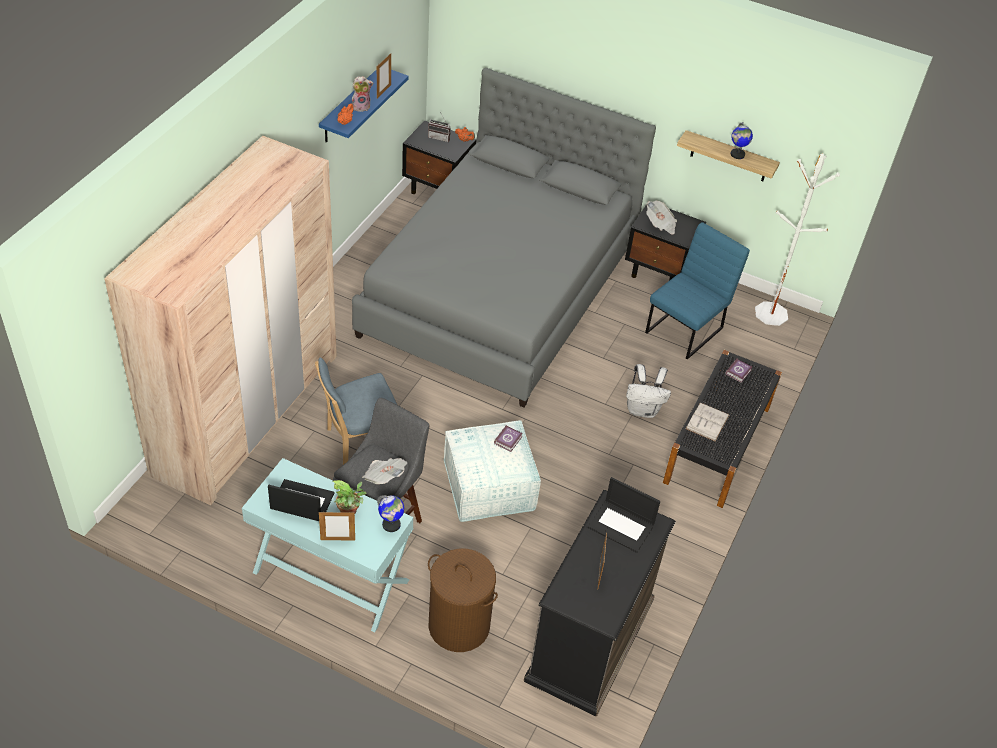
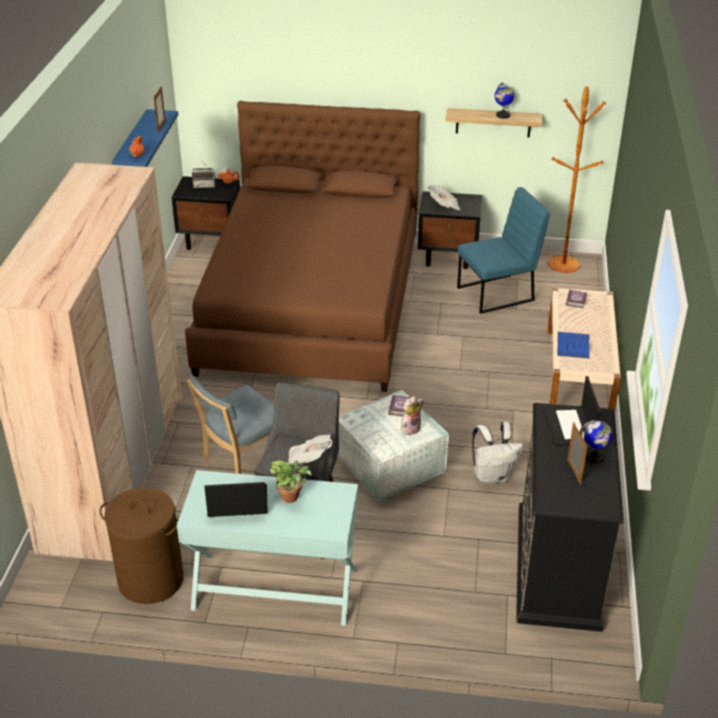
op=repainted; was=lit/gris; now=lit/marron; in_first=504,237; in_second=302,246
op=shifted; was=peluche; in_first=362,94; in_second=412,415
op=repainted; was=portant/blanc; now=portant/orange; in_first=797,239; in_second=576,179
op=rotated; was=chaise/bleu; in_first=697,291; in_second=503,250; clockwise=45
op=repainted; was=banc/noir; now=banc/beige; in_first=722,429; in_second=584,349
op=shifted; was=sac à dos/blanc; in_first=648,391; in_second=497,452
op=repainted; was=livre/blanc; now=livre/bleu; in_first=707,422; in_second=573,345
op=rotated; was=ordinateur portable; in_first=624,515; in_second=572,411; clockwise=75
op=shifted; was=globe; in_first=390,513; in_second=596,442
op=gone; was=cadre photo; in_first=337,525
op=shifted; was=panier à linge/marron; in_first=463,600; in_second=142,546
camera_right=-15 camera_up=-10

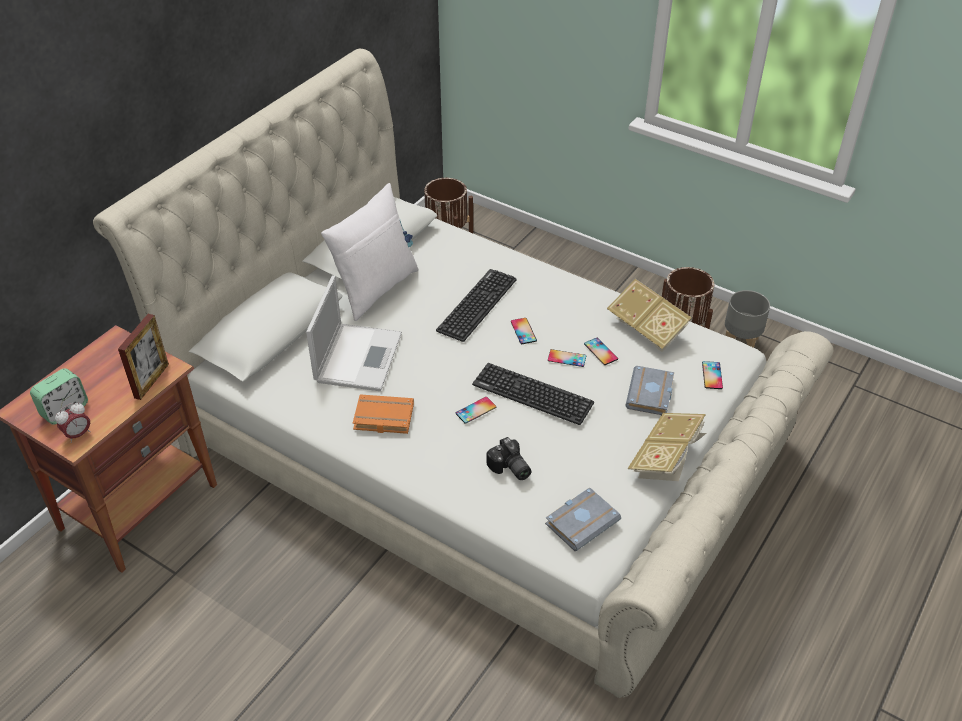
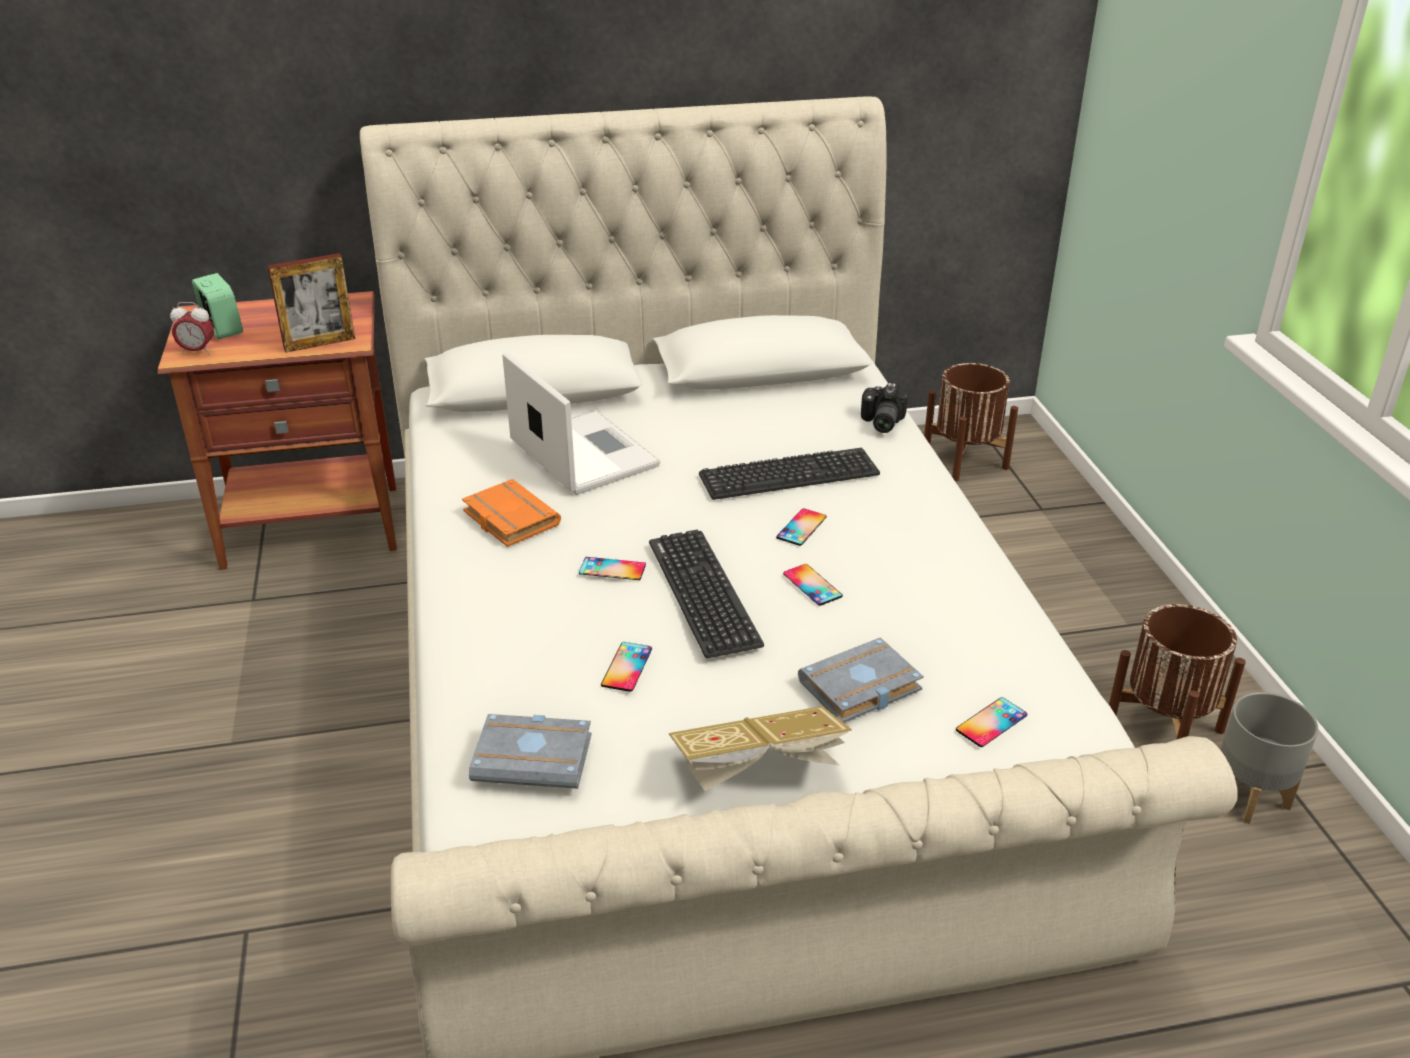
op=gone; was=coussin/blanc; in_first=369,252
op=rotated; was=ordinateur portable; in_first=354,333; in_second=581,423; clockwise=-90
op=gone; was=livre; in_first=649,315
op=shifted; was=téléphone; in_first=601,351; in_second=626,667
op=rotated; was=réveil; in_first=59,396; in_second=217,306; clockwise=-120
op=shifted; was=appareil photo; in_first=509,458; in_second=884,408
camera_right=45 camera_up=-10

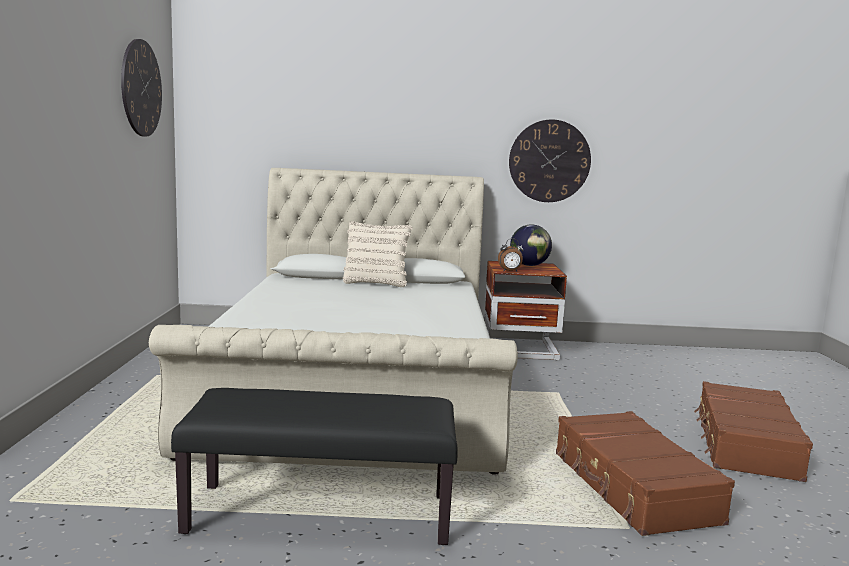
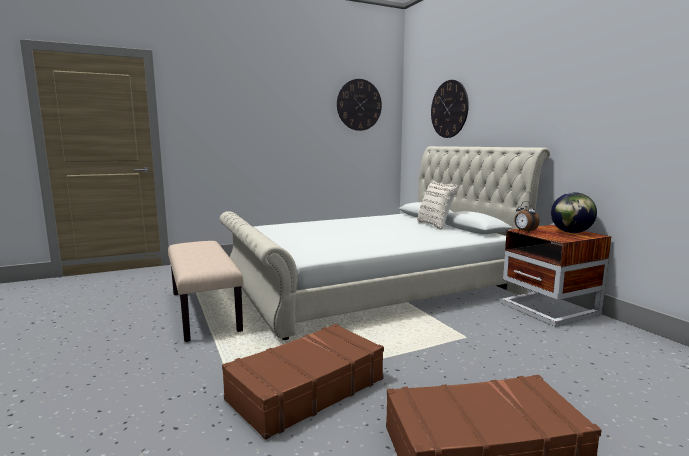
op=shifted; was=horloge murale; in_first=550,160; in_second=450,109
op=repainted; was=banc/noir; now=banc/beige; in_first=314,466; in_second=205,291
camera_right=65 camera_up=0

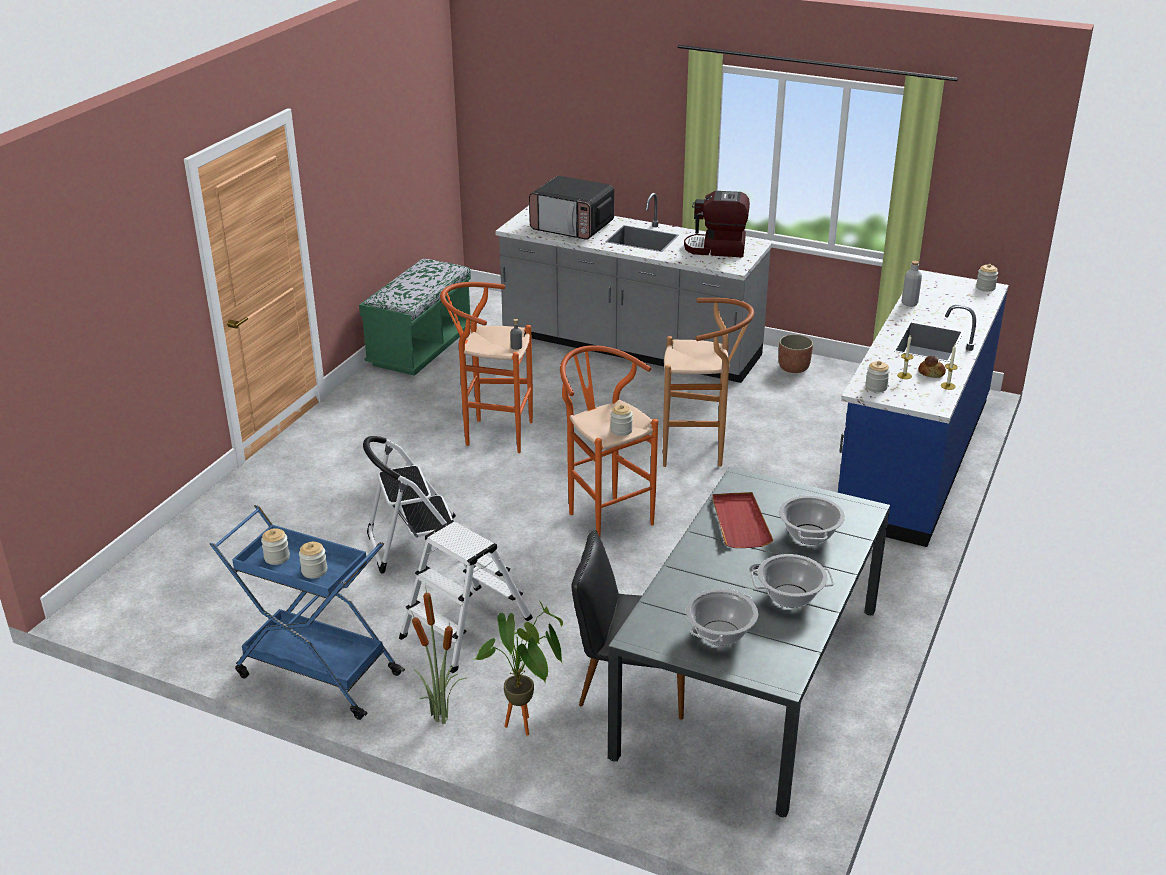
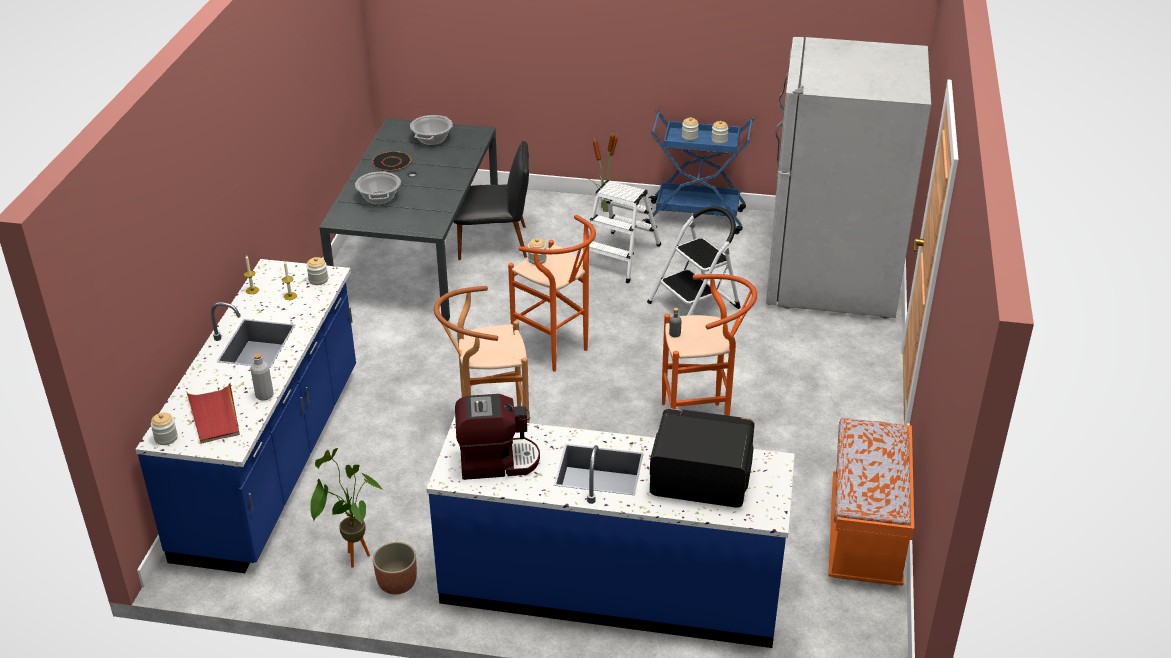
op=repainted; was=comptoir de cuisine/gris; now=comptoir de cuisine/bleu; in_first=633,288; in_second=610,532
op=repainted; was=banc/vert; now=banc/orange; in_first=415,317; in_second=871,502
op=gone; was=pain; in_first=932,367
op=shifted; was=plateau/rouge; in_first=742,520; in_second=213,413
op=swapped; was=marmite; now=assiette/noir; in_first=792,581; in_second=391,161
op=shifted; was=plante en pot; in_first=518,669; in_second=346,508
op=new; now=réfrigérateur/blanc; in_second=848,178
camera_right=165 camera_up=5

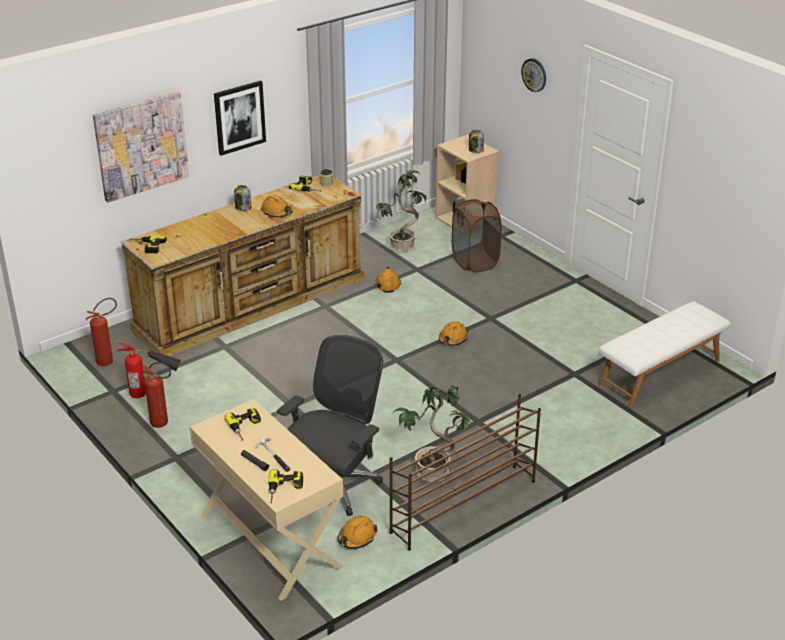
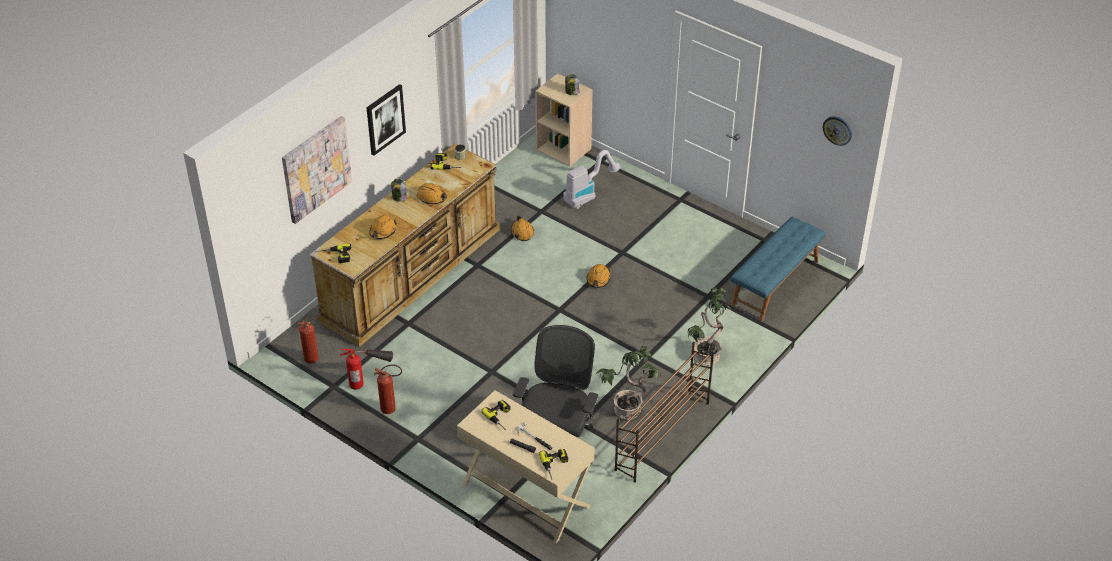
op=shifted; was=horloge murale; in_first=533,75; in_second=837,131
op=shifted; was=plante en pot; in_first=401,211; in_second=709,326
op=swapped; was=panier à linge/marron; now=aspirateur; in_first=477,236; in_second=591,179
op=repainted; was=banc/blanc; now=banc/bleu; in_first=664,354; in_second=778,269
op=shifted; was=casque de chantier/orange; in_first=358,532; in_second=383,227
camera_right=-15 camera_up=10

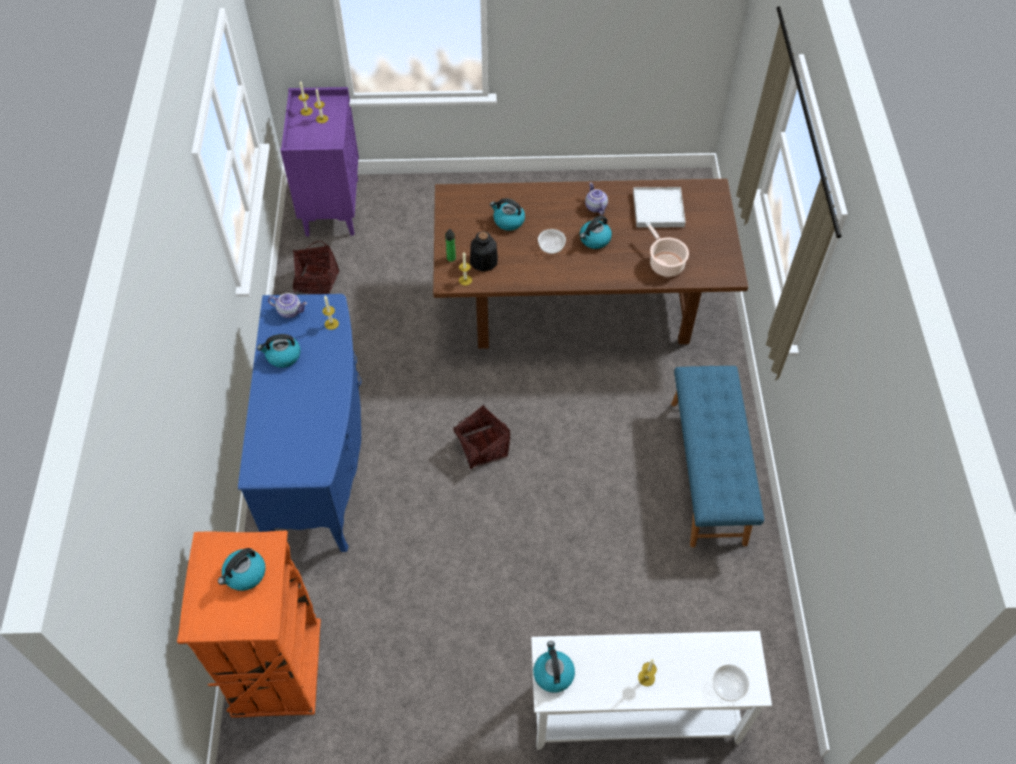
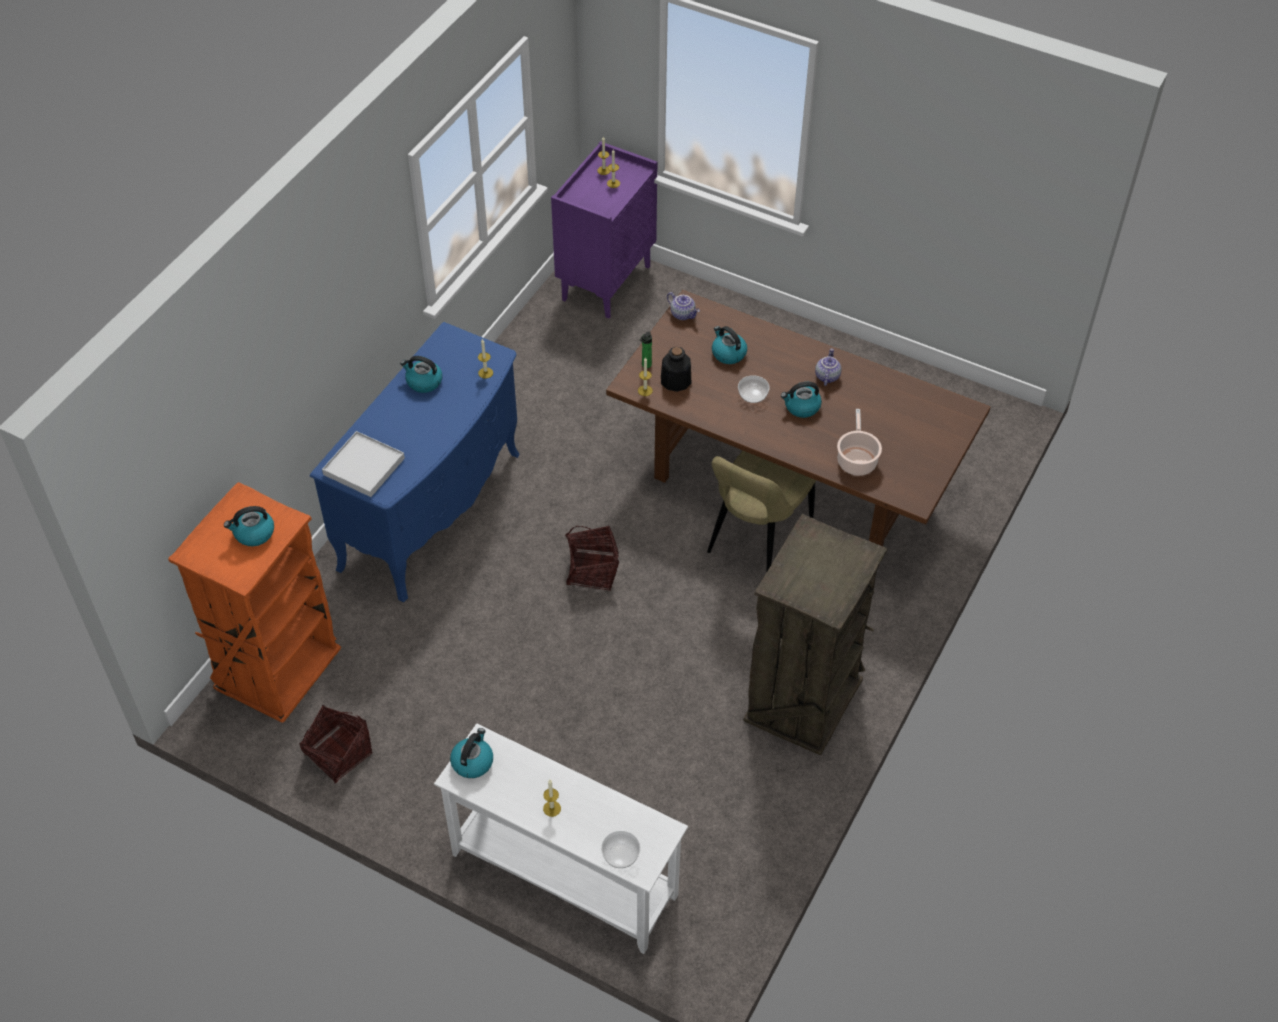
op=shifted; was=plateau/blanc; in_first=659,207; in_second=363,464
op=shifted; was=panier; in_first=316,267; in_second=335,744
op=shifted; was=théière; in_first=287,305; in_second=683,306
op=swapped; was=banc/bleu; now=bibliothèque/marron; in_first=717,457; in_second=815,634
op=new; now=chaise/beige; in_second=761,511
camera_right=30 camera_up=-5

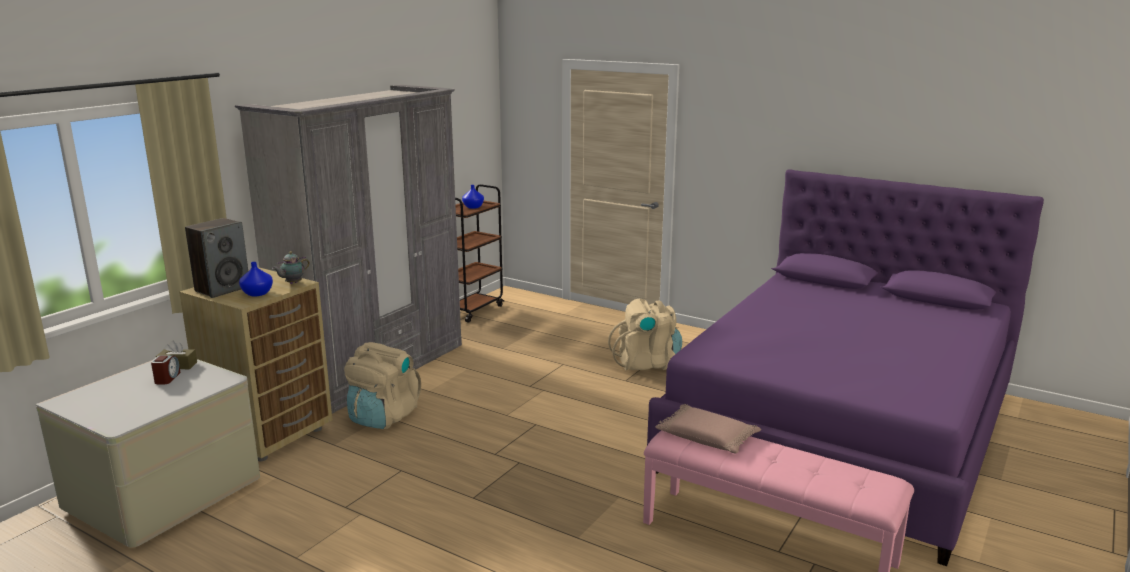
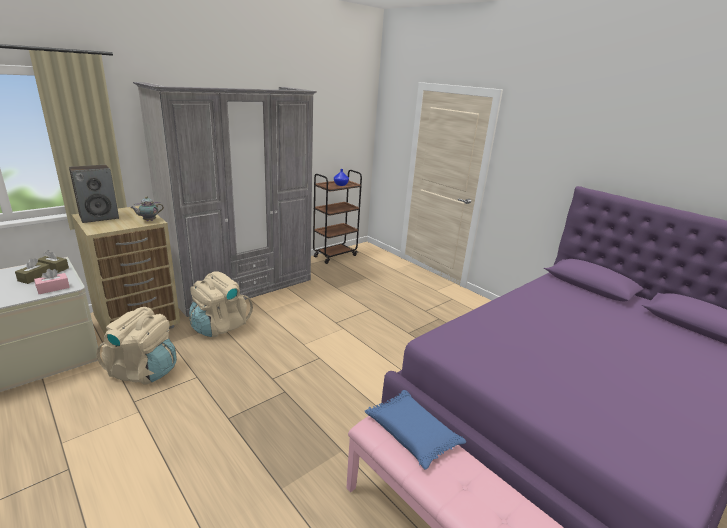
op=gone; was=vase/bleu; in_first=256,279
op=shifted; was=sac à dos/beige; in_first=645,334; in_second=136,346
op=swapped; was=réveil; now=boîte à mouchoirs/marron; in_first=165,369; in_second=32,271
op=repainted; was=coussin/beige; now=coussin/bleu; in_first=708,429; in_second=415,430
op=new; now=boîte à mouchoirs/rose; in_second=52,281
camera_right=15 camera_up=5

